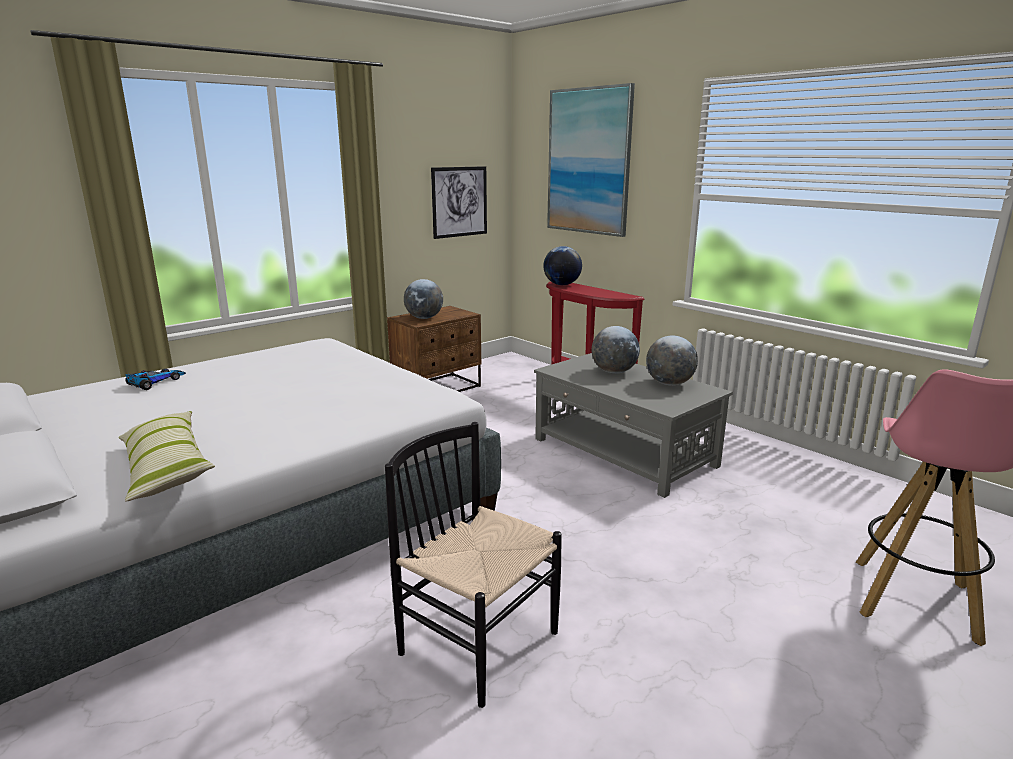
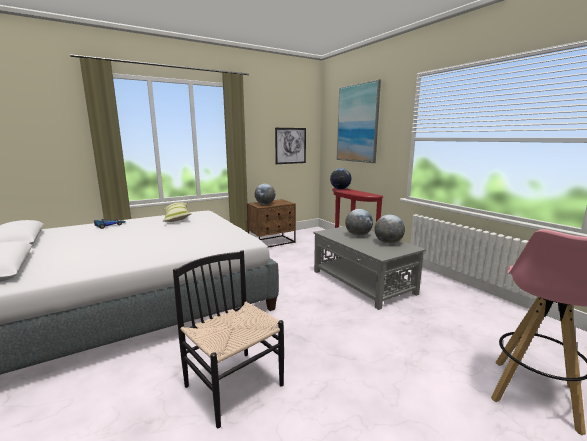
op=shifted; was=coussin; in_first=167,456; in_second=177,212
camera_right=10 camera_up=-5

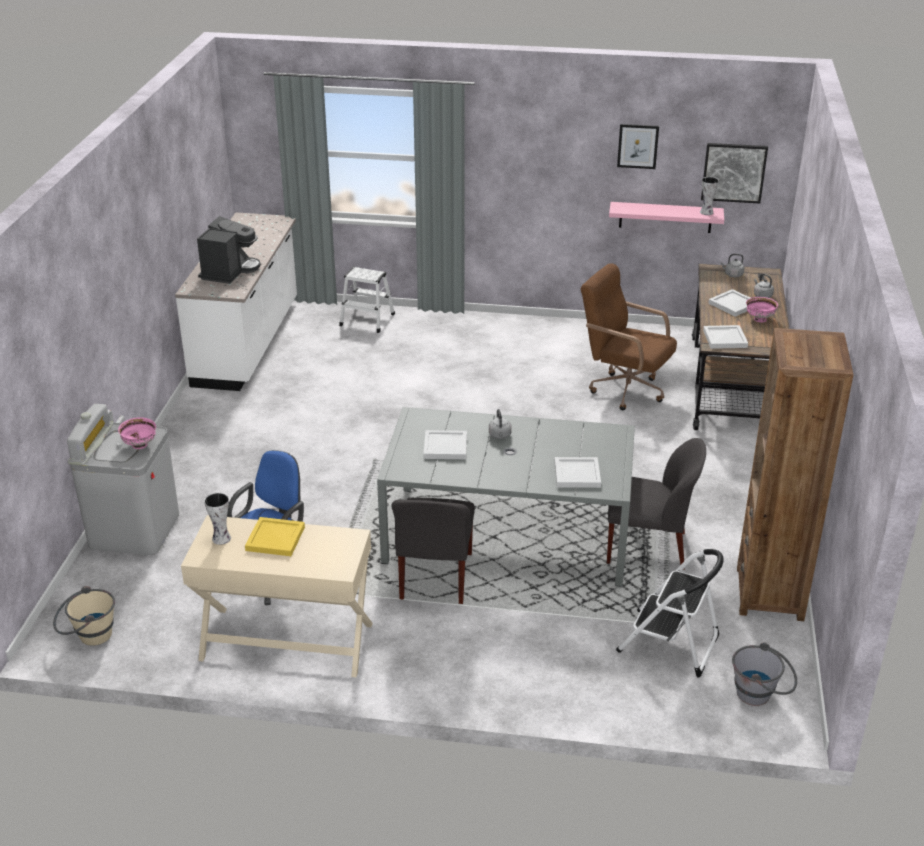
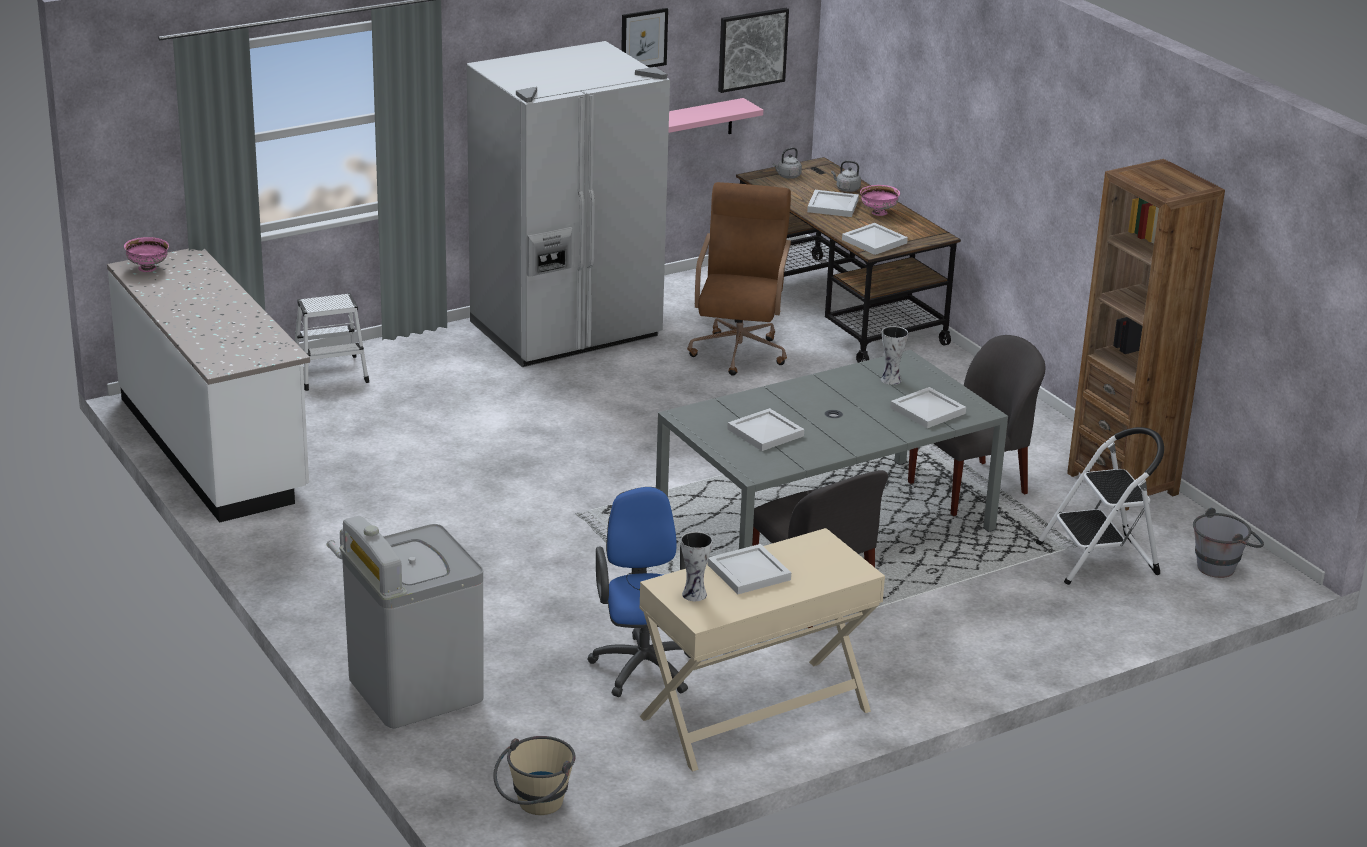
op=shifted; was=vase; in_first=709,196; in_second=894,355
op=gone; was=machine à café; in_first=229,250
op=rotated; was=chaise de bureau/marron; in_first=629,336; in_second=739,279; clockwise=105
op=gone; was=bouilloire/gris; in_first=500,424
op=shifted; was=bol/rose; in_first=137,433; in_second=146,254
op=repainted; was=plateau/jaune; now=plateau/blanc; in_first=275,536; in_second=749,569
op=new; now=réfrigérateur/blanc; in_second=568,204
camera_right=-40 camera_up=-5

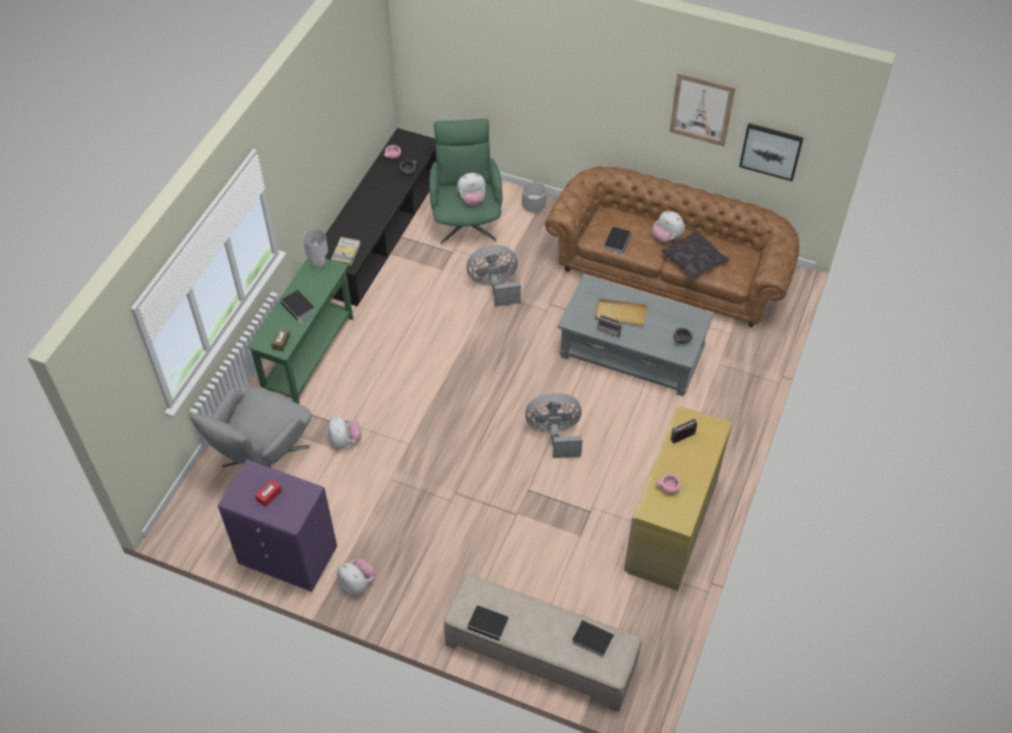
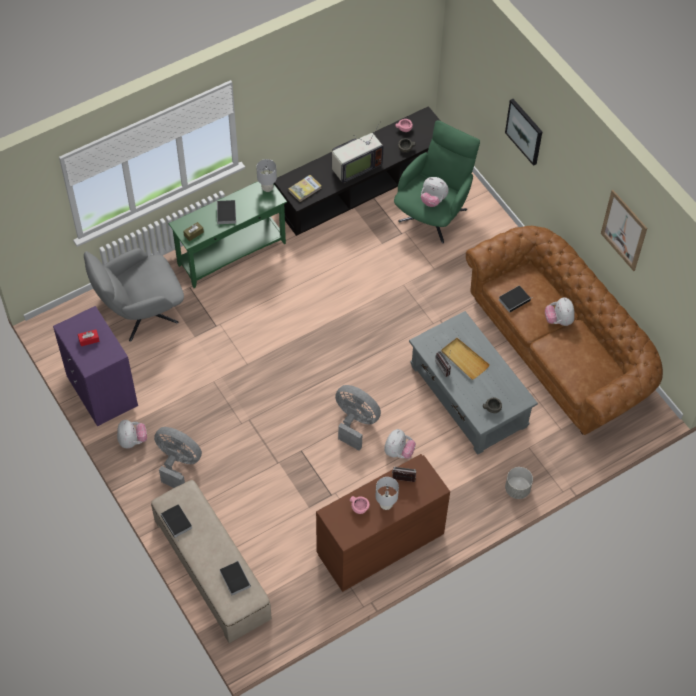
op=shifted; was=tableau; in_first=771,152; in_second=523,132
op=shifted; was=cache-pot/gris; in_first=534,197; in_second=519,483
op=gone; was=coussin/noir; in_first=695,255
op=shifted; was=ventilateur/gris; in_first=494,275; in_second=178,457
op=repainted; was=meuble de rangement/jaune; now=meuble de rangement/marron; in_first=678,498; in_second=383,523
op=shifted; was=peluche; in_first=344,432; in_second=400,444
op=new; now=téléviseur; in_second=357,152
op=new; now=lampe de table/gris; in_second=387,493
camera_right=35 camera_up=5

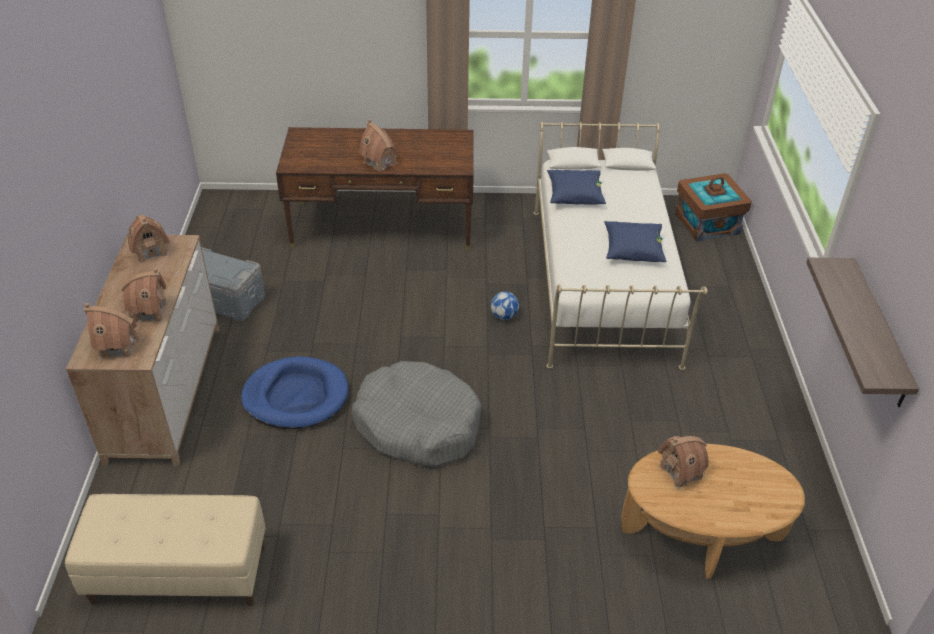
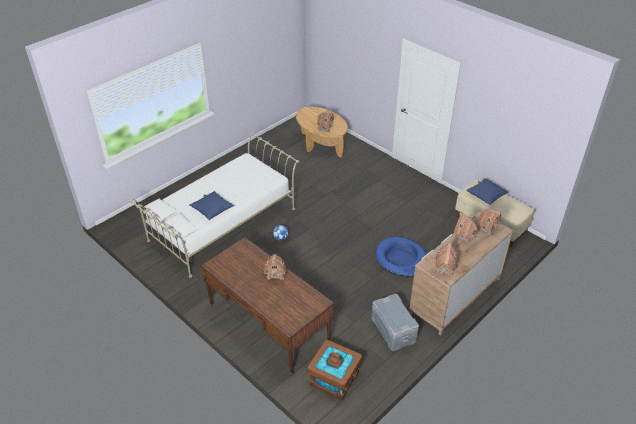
op=shifted; was=boîte de rangement/marron; in_first=713,207; in_second=334,370
op=shifted; was=coussin/bleu; in_first=635,241; in_second=487,191
op=gone; was=étagère; in_first=862,332
op=gone; was=panier pour chien/gris; in_first=416,414
camera_right=-135 camera_up=0

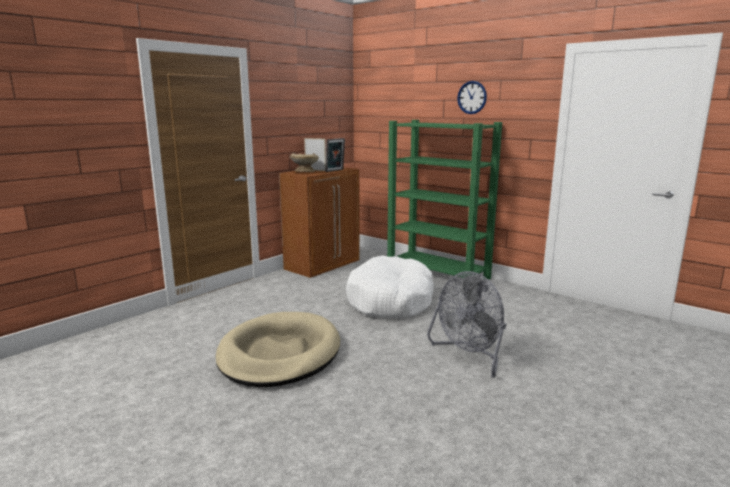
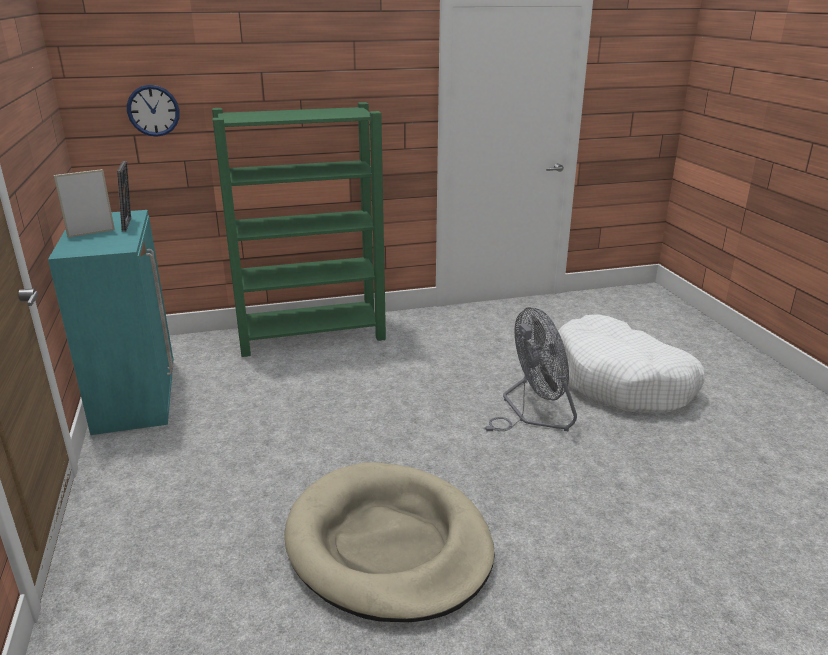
op=shifted; was=horloge murale; in_first=472,97; in_second=153,111
op=gone; was=bol/beige; in_first=304,162
op=repainted; was=meuble de rangement/marron; now=meuble de rangement/turquoise; in_first=319,222; in_second=110,322
op=shifted; was=panier pour chien/blanc; in_first=390,286; in_second=630,363
op=rotated; was=ventilateur/gris; in_first=467,324; in_second=530,369; clockwise=-105
camera_right=-55 camera_up=10

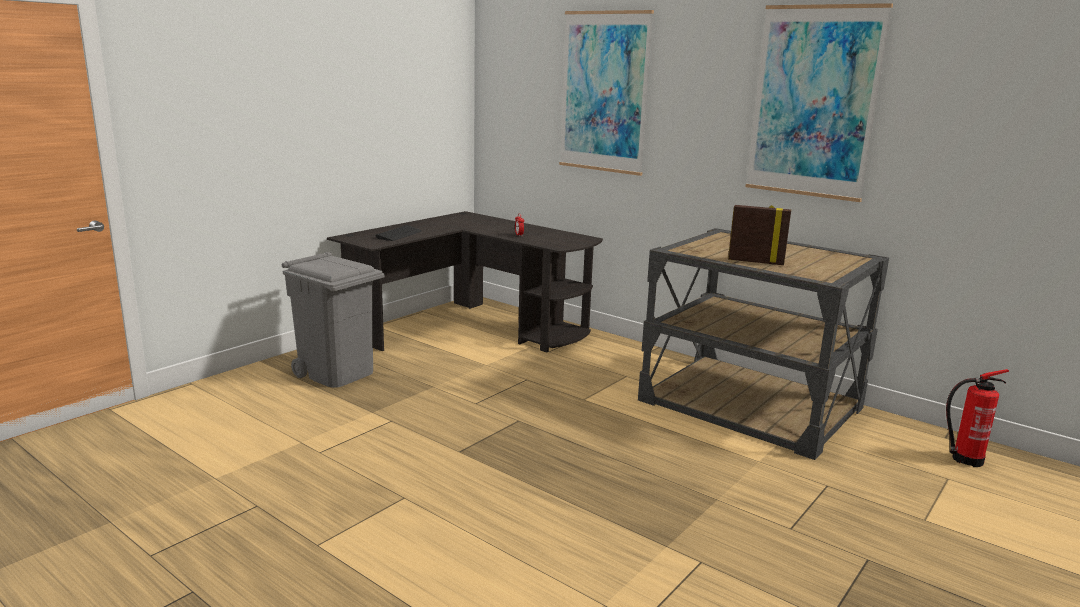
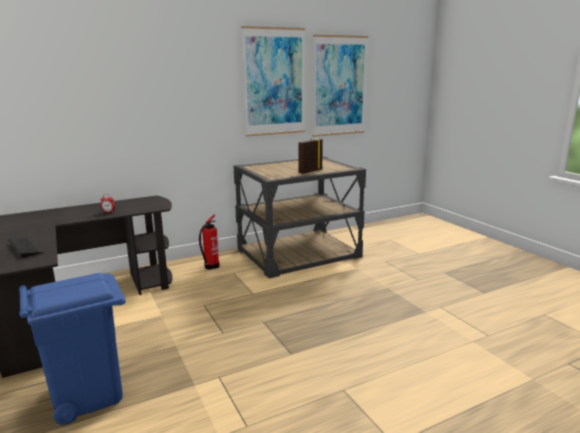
op=shifted; was=tableau; in_first=606,93; in_second=340,86
op=repainted; was=poubelle/gris; now=poubelle/bleu; in_first=333,320; in_second=72,349
op=shifted; was=extincteur; in_first=977,418; in_second=209,242
camera_right=-65 camera_up=0

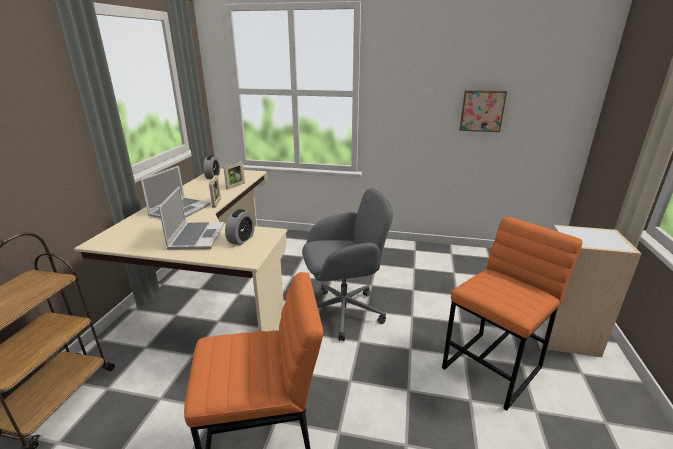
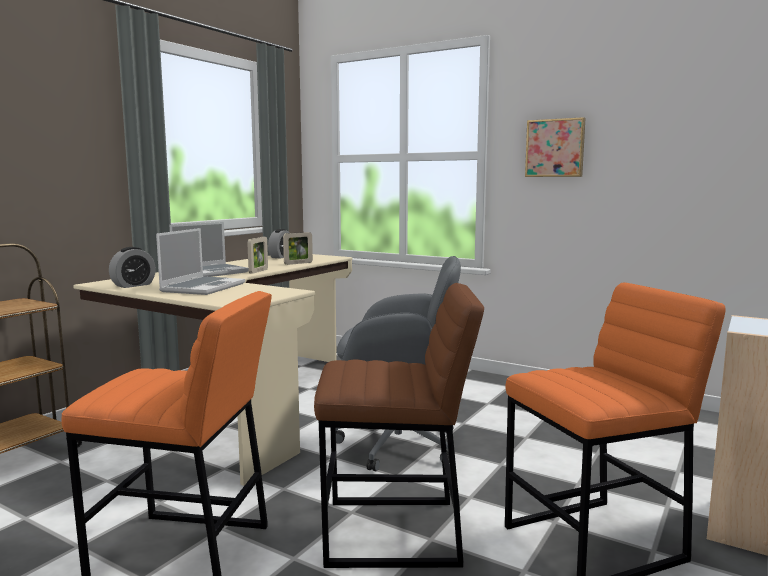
op=shifted; was=tableau; in_first=483,111; in_second=555,147
op=shifted; was=réveil; in_first=240,227; in_second=132,267
op=new; now=chaise/marron; in_second=399,425
camera_right=20 camera_up=-15

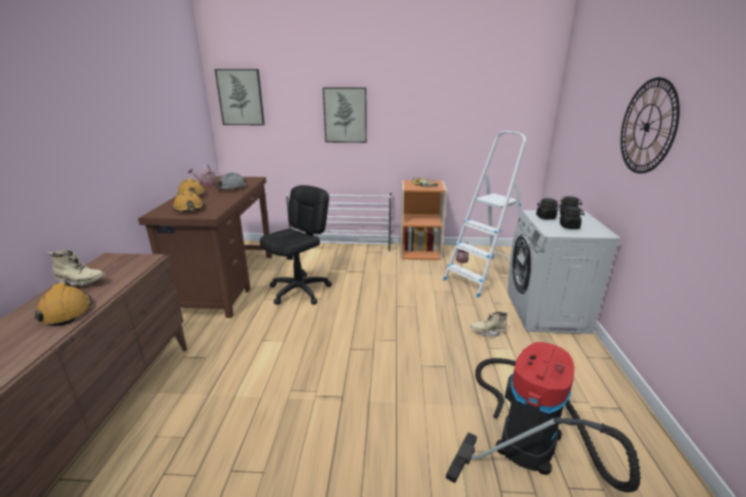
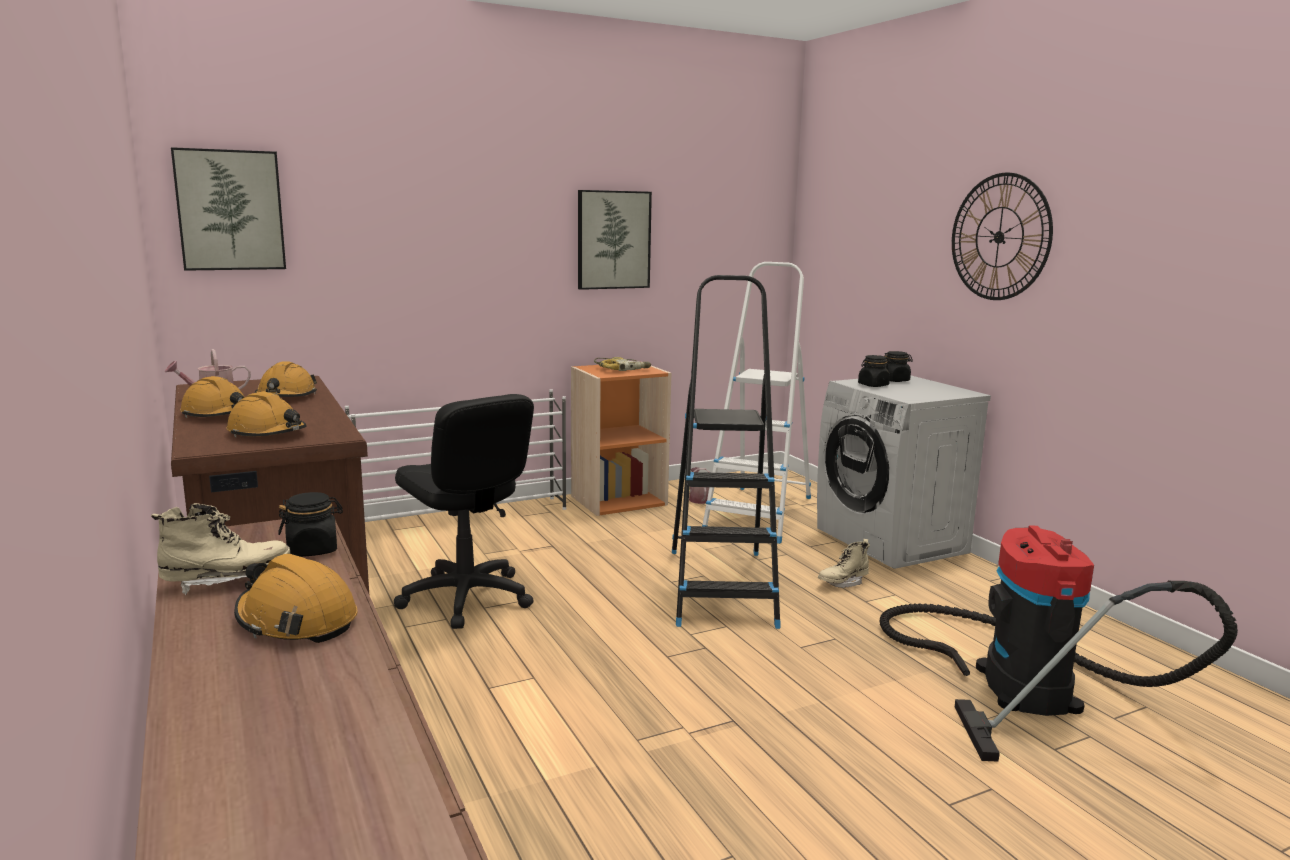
op=shifted; was=tableau; in_first=345,115; in_second=615,240
op=repainted; was=casque de chantier/gris; now=casque de chantier/orange; in_first=231,181; in_second=286,379
op=rotated; was=chaise de bureau/noir; in_first=296,245; in_second=464,511; clockwise=135
op=shifted; was=bocal/noir; in_first=572,217; in_second=310,524
op=new; now=escabeau/noir; in_second=726,452
camera_right=-30 camera_up=-10

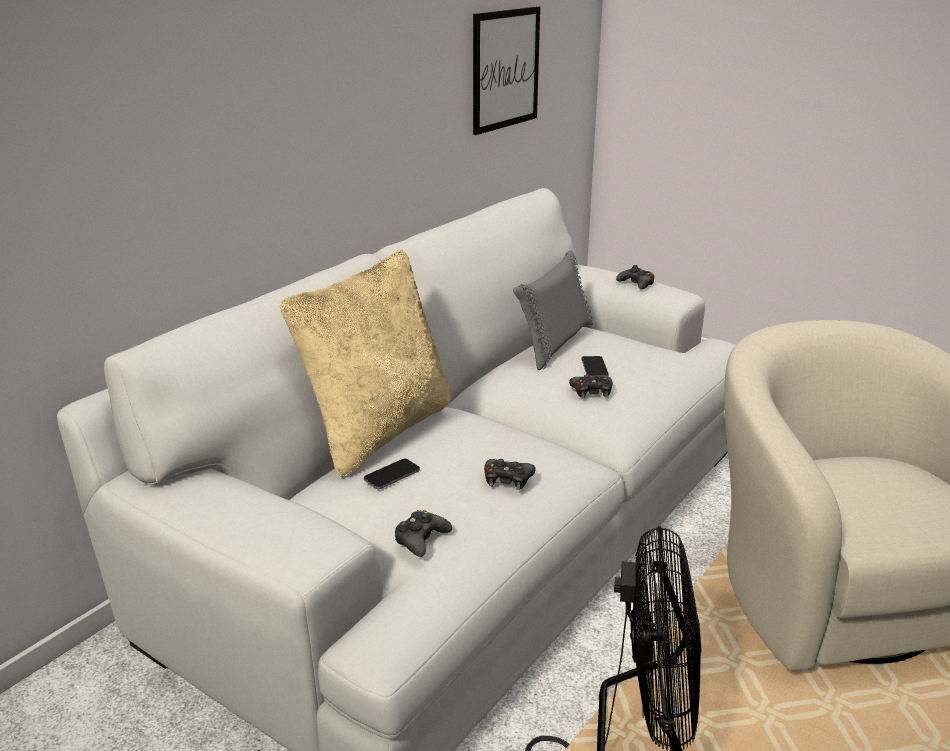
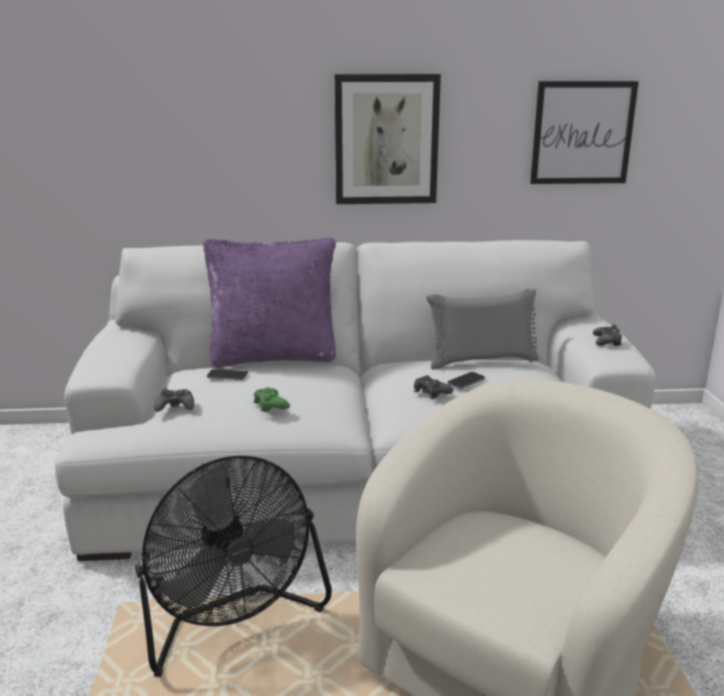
op=repainted; was=coussin/beige; now=coussin/violet; in_first=365,363; in_second=270,303
op=repainted; was=manette/noir; now=manette/vert; in_first=510,474; in_second=271,399
op=new; now=tableau; in_second=388,139
camera_right=50 camera_up=-5

